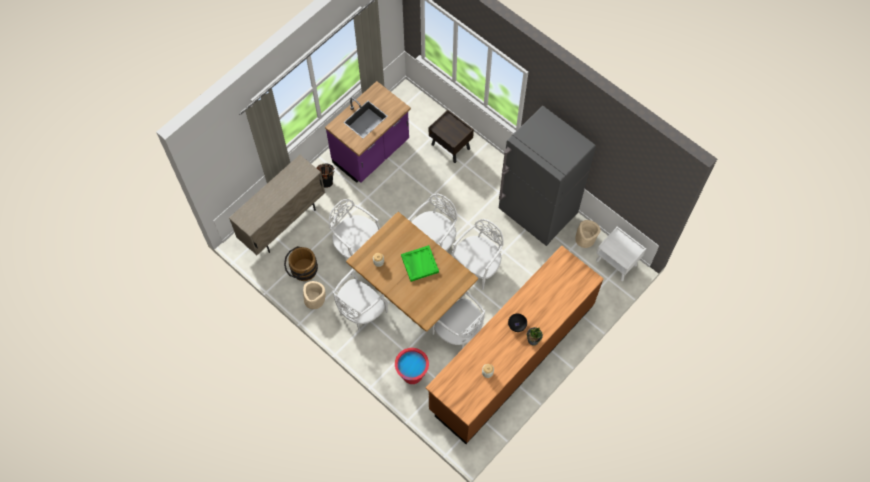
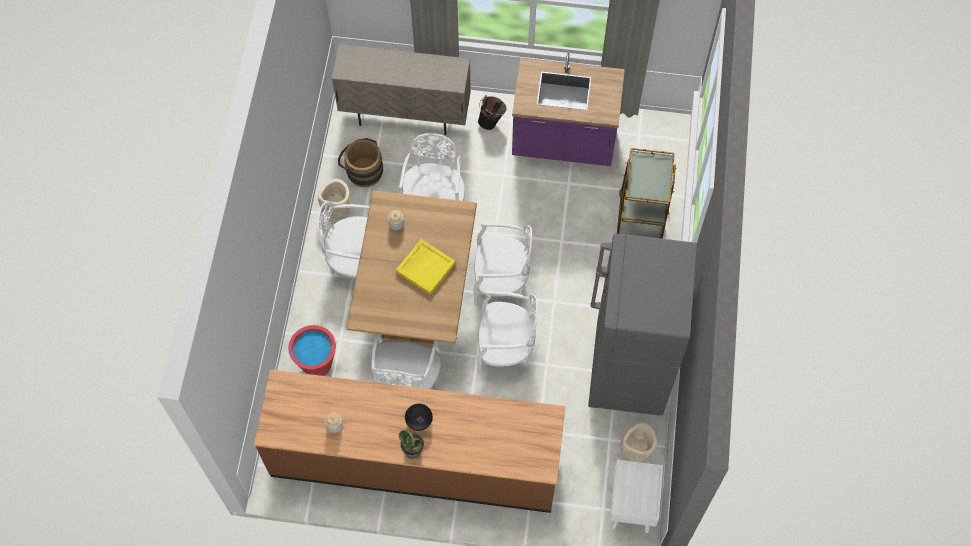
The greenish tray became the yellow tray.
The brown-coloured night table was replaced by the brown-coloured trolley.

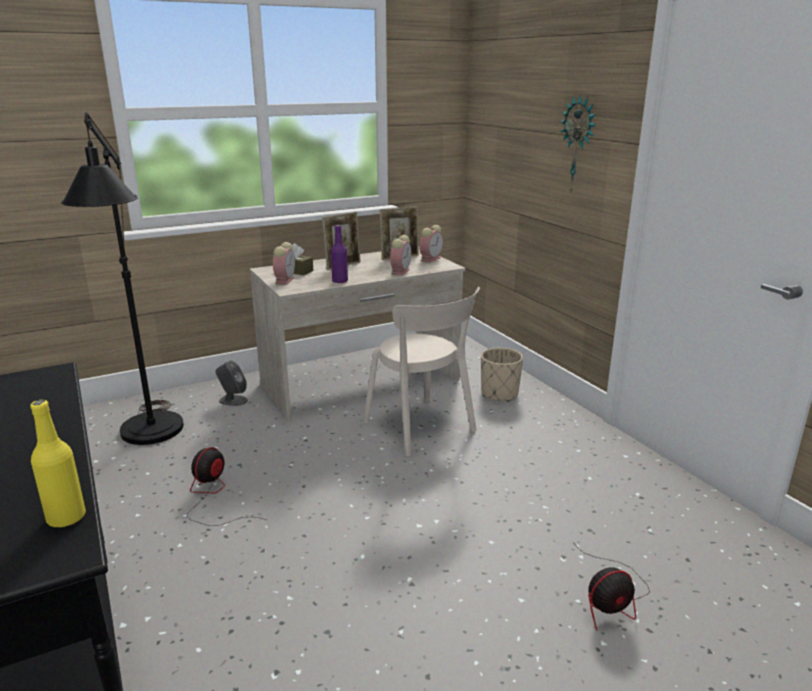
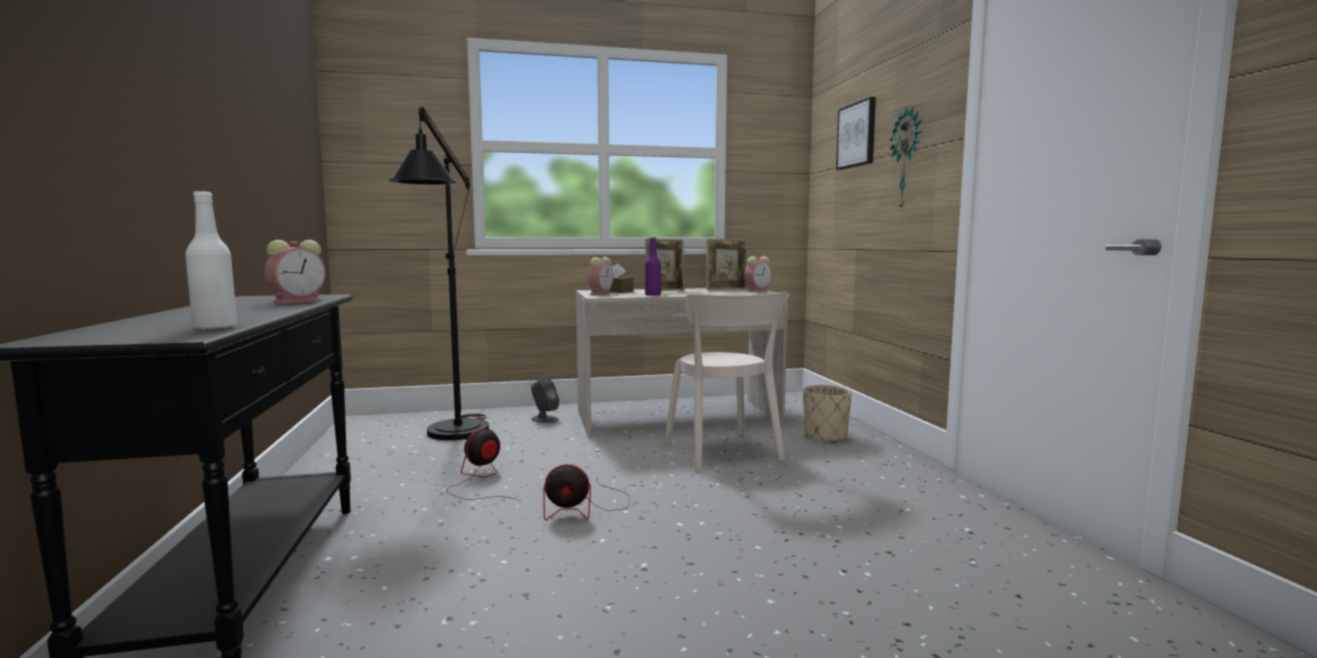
The yellow beverage bottle became the whitish beverage bottle.
The alarm clock (no. 2 from left in the first image) moved.
The electric fan (no. 2 from left) moved.
The wall art appeared.

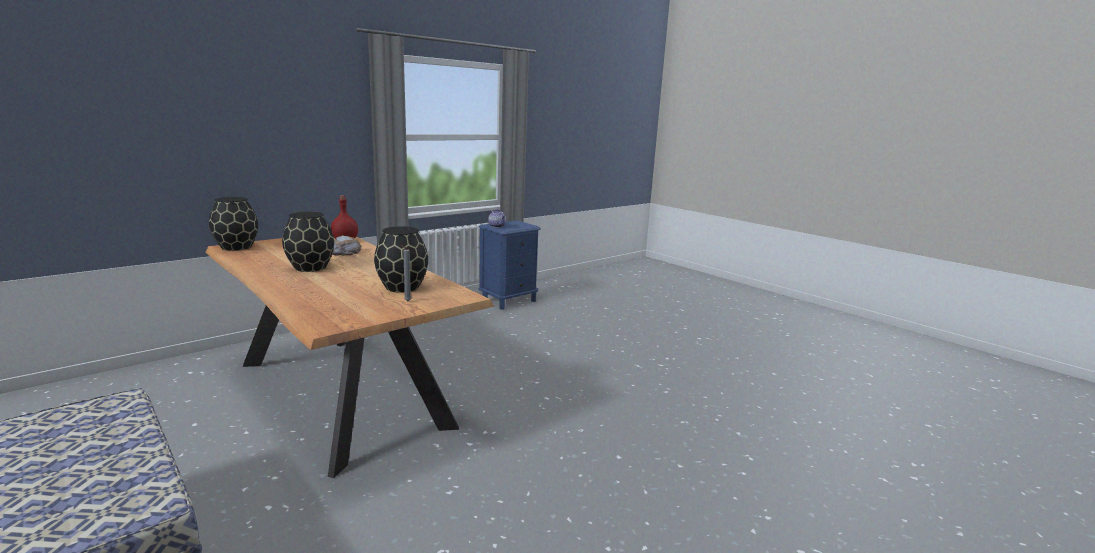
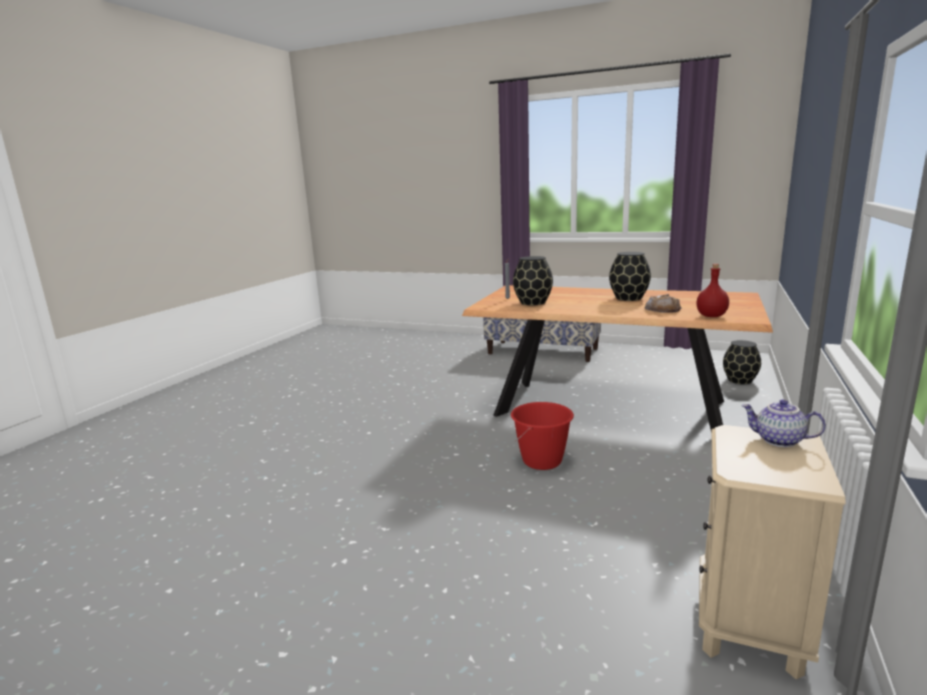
The red water bucket appeared.
The bluish night table became the beige night table.
The black vase (no. 1 from left in the first image) moved.

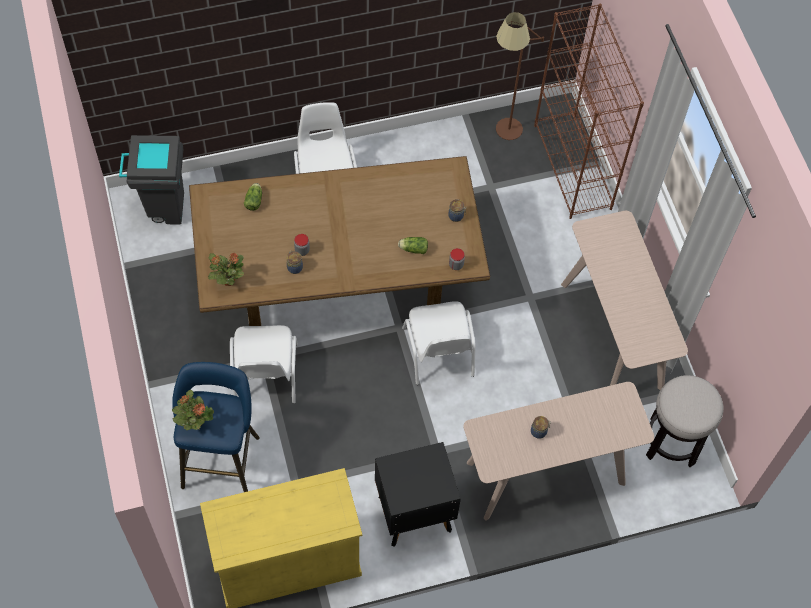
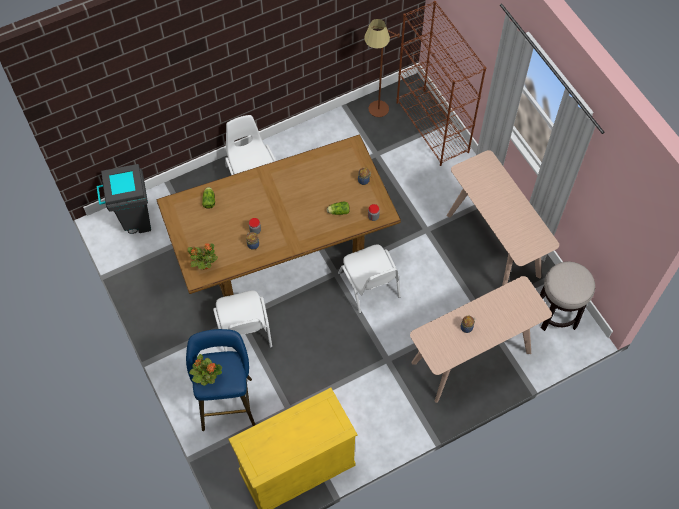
The black night table disappeared.

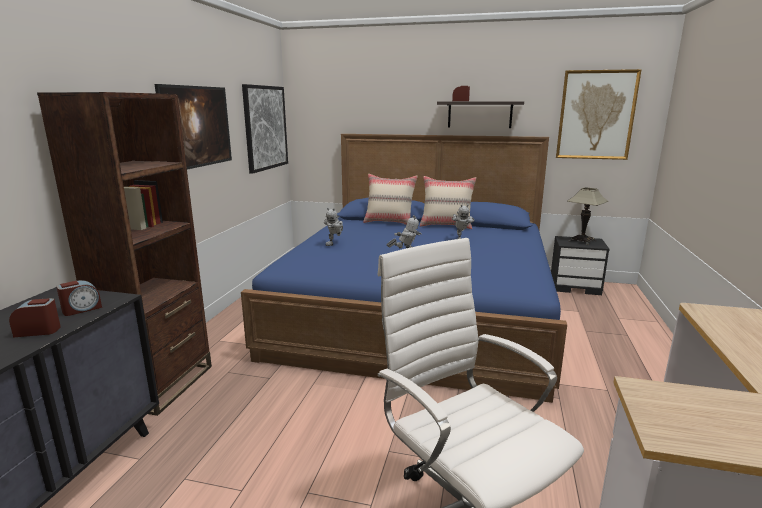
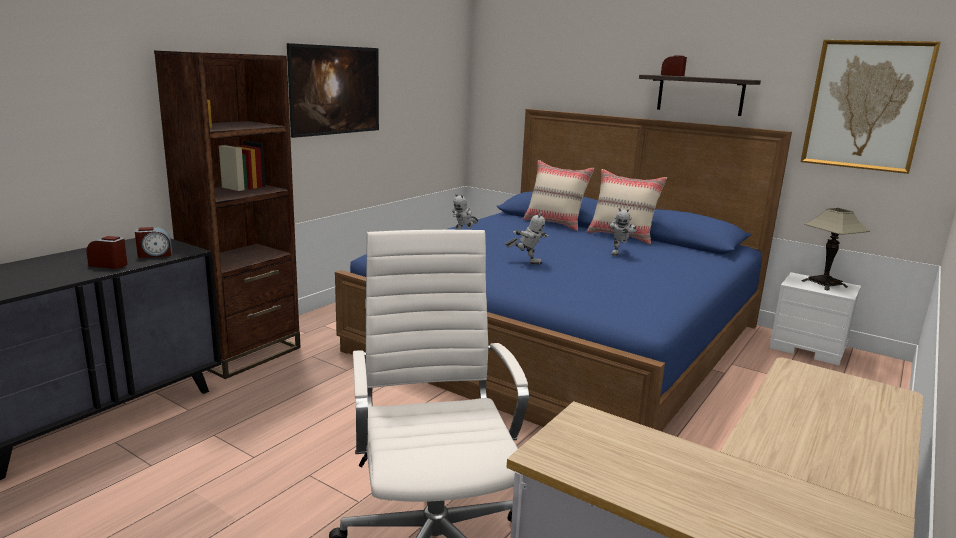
The black night table became the whitish night table.
The wall art (no. 2 from left) disappeared.

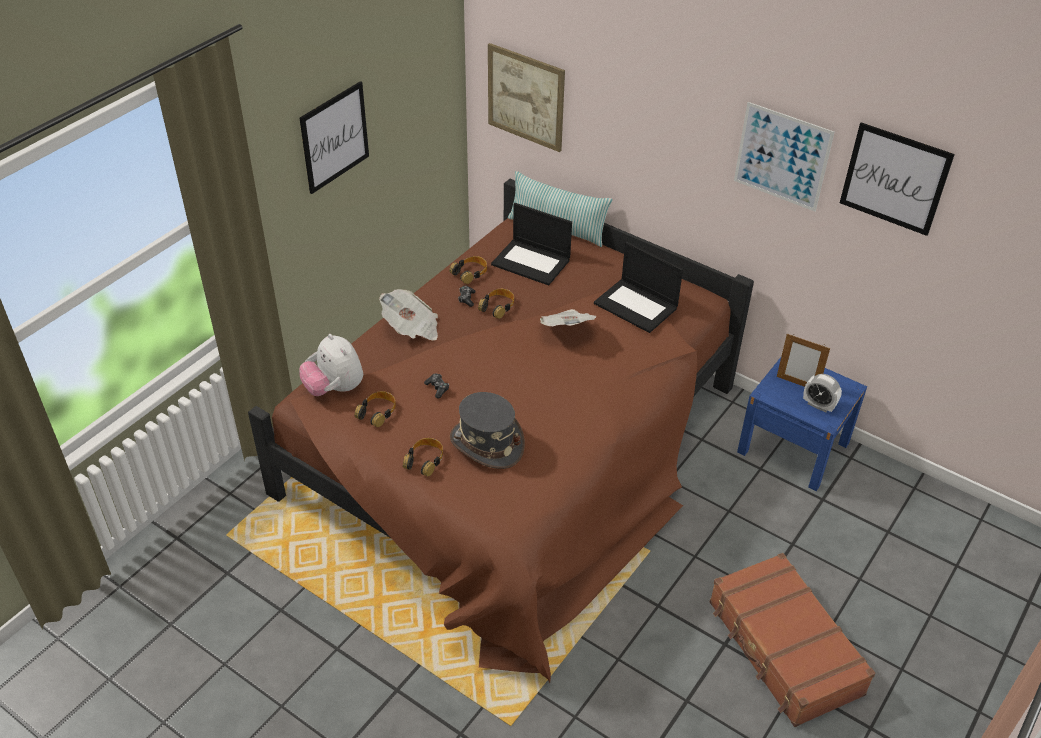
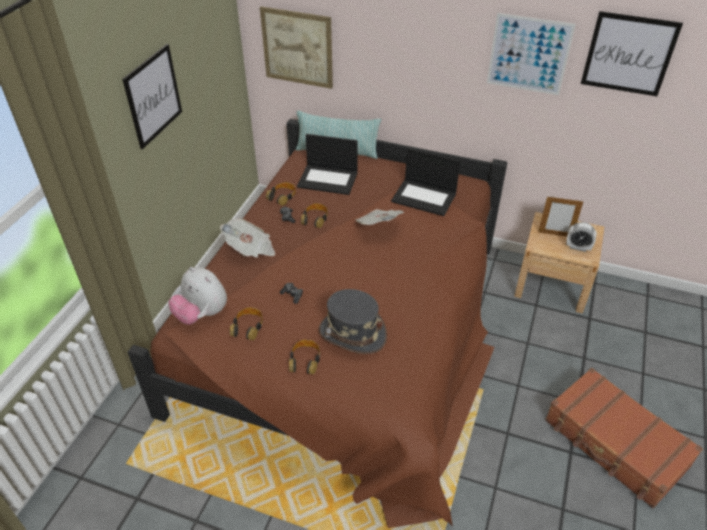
The bluish night table became the beige night table.

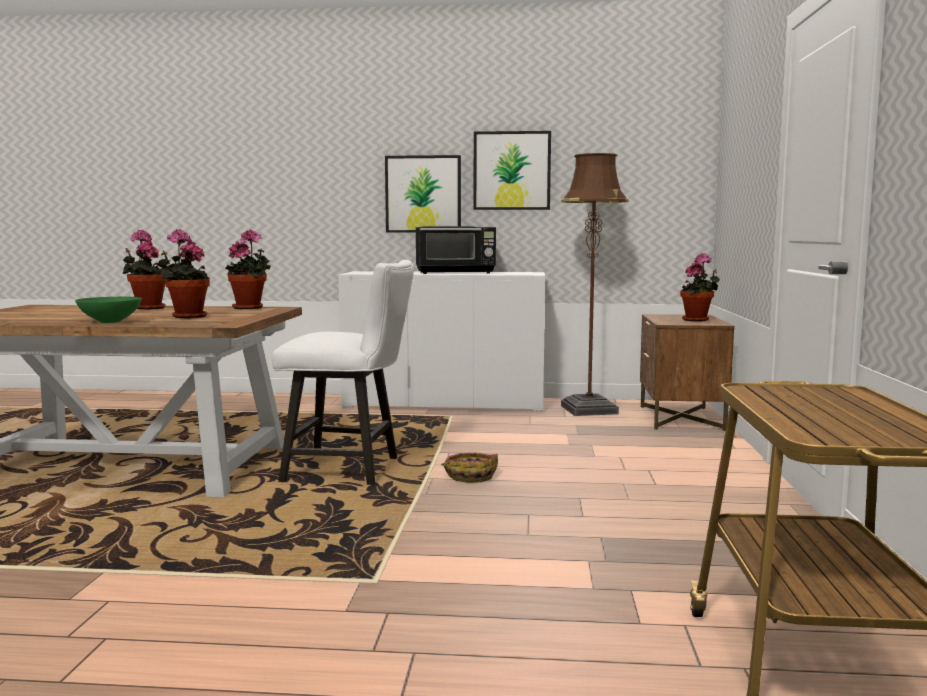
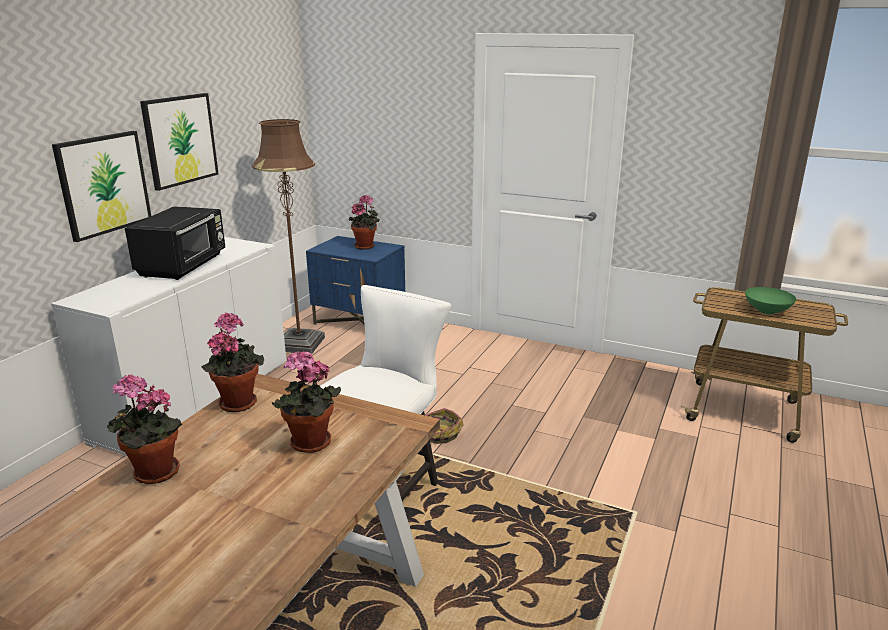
The brown-coloured night table became the bluish night table.
The greenish deep dish moved.

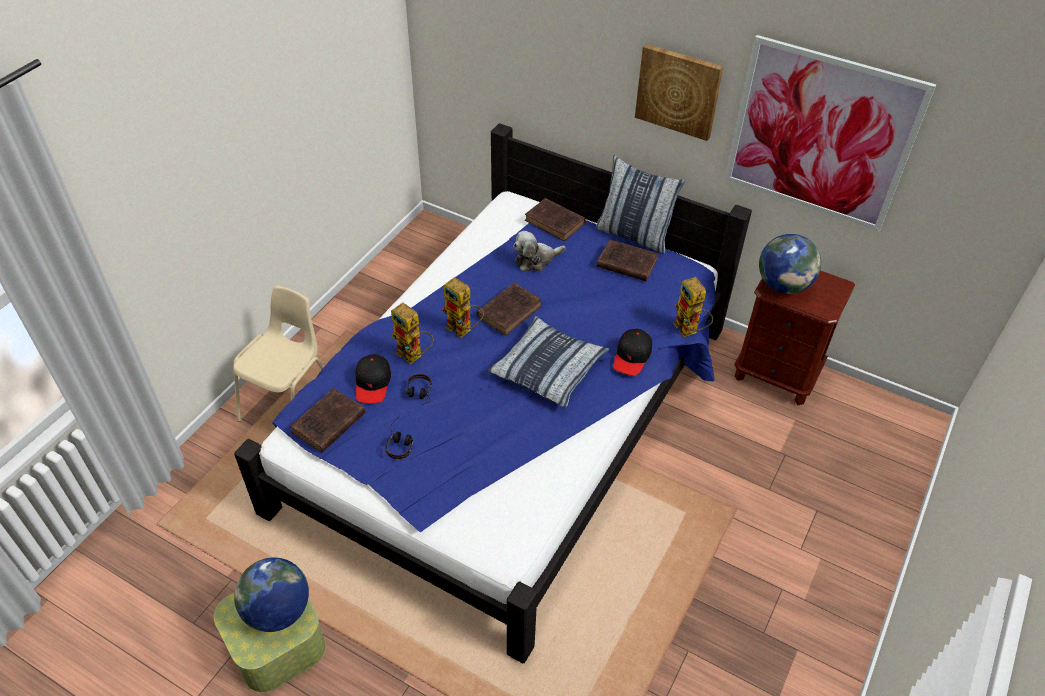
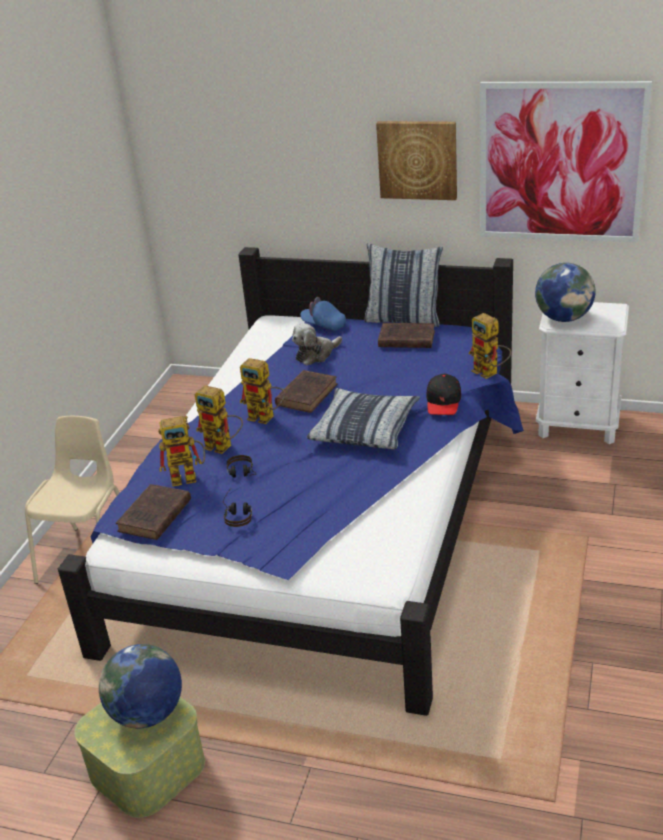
The black cap (no. 1 from left) was replaced by the robot figure (no. 1 from left).
The brown-coloured book (no. 3 from left) was replaced by the bluish cap.
The brown-coloured night table became the whitish night table.

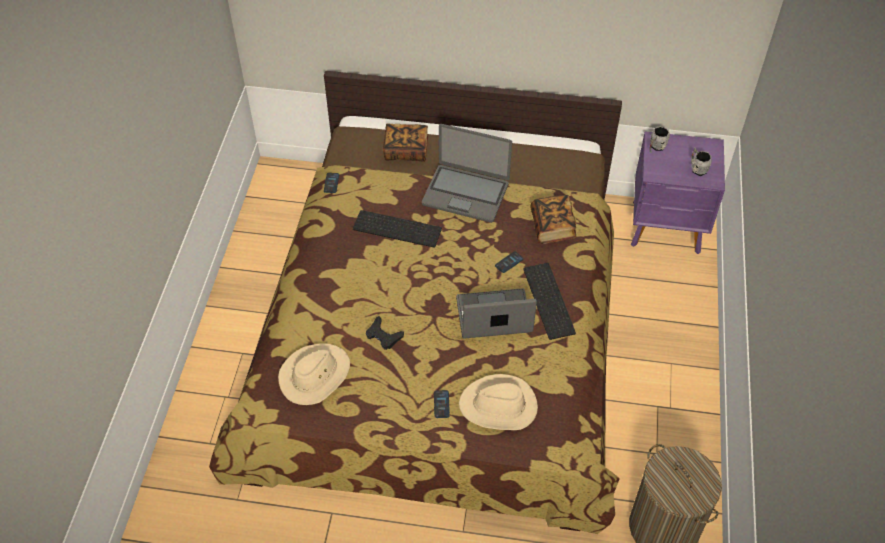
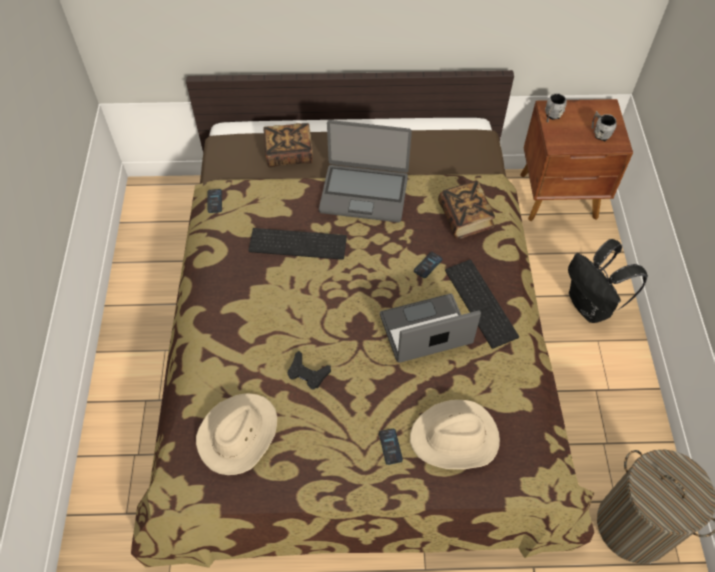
The purplish night table became the brown-coloured night table.
The black knapsack appeared.

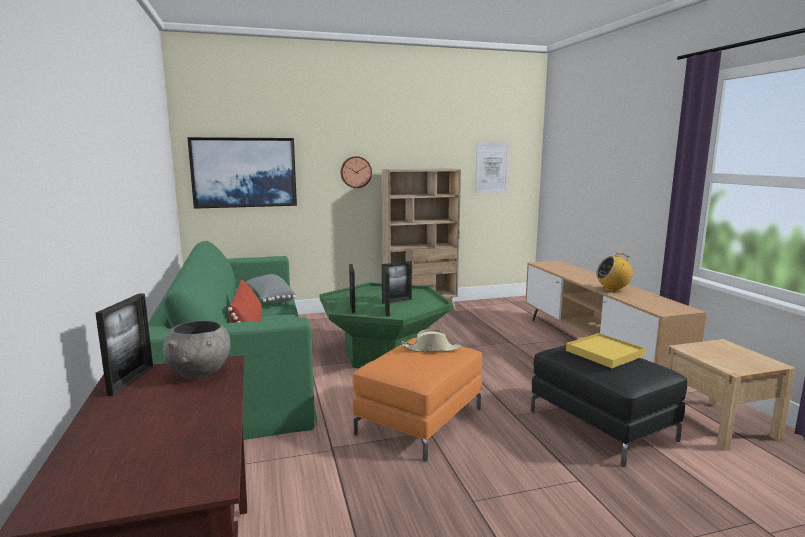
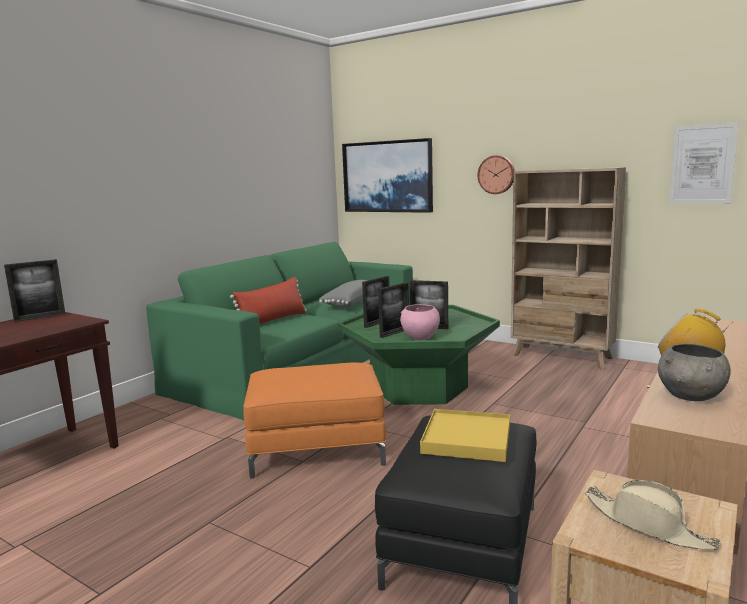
The pink deep dish appeared.
The beige wearable hat moved.
The grey deep dish moved.

